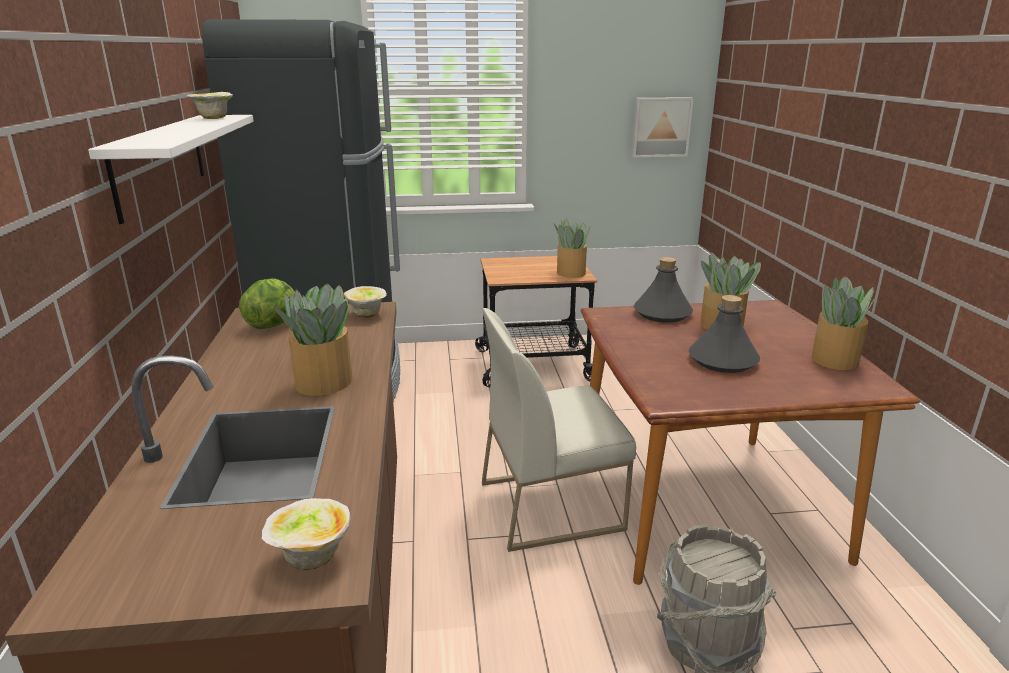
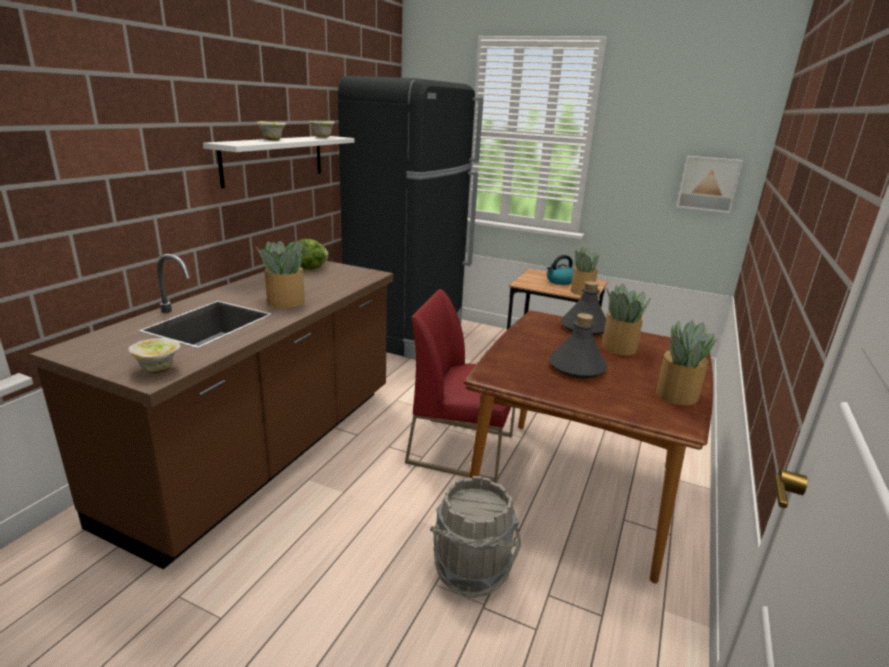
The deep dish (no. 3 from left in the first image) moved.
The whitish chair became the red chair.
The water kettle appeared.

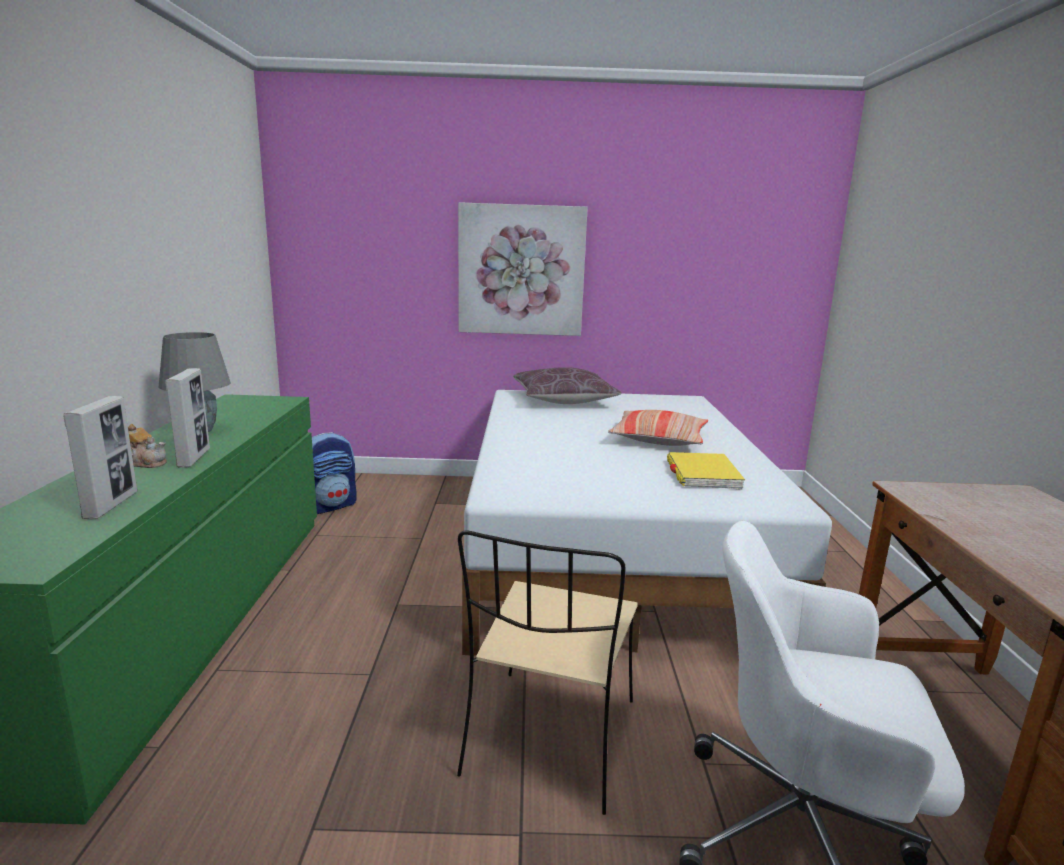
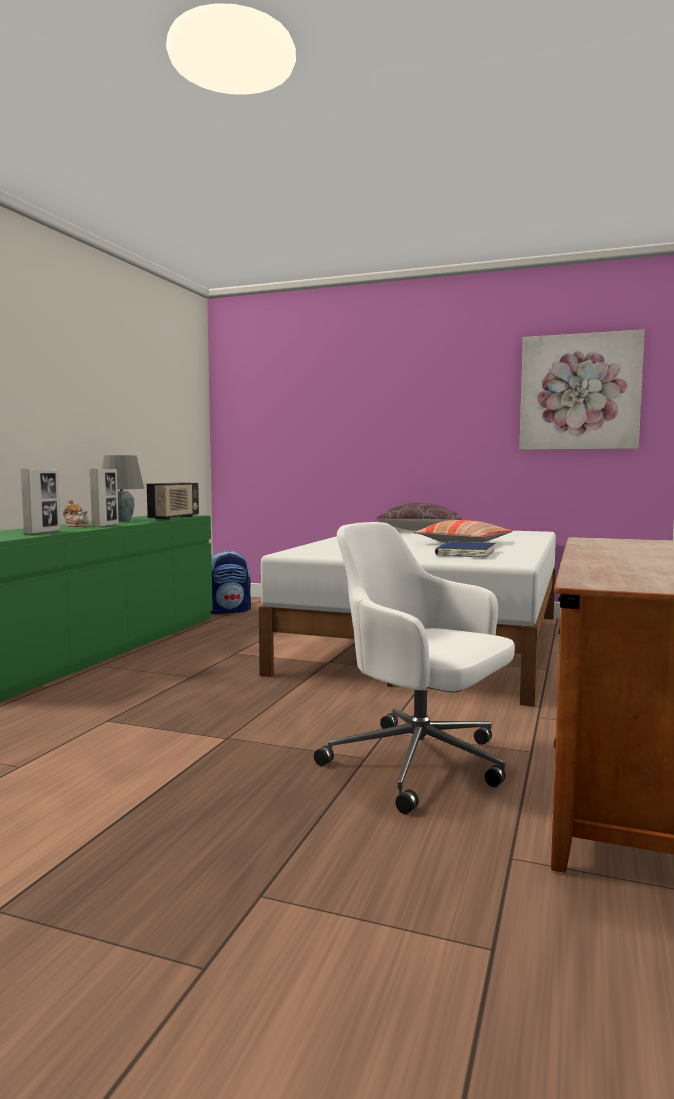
The radio set appeared.
The yellow book became the bluish book.
The wall art moved.
The beige chair disappeared.

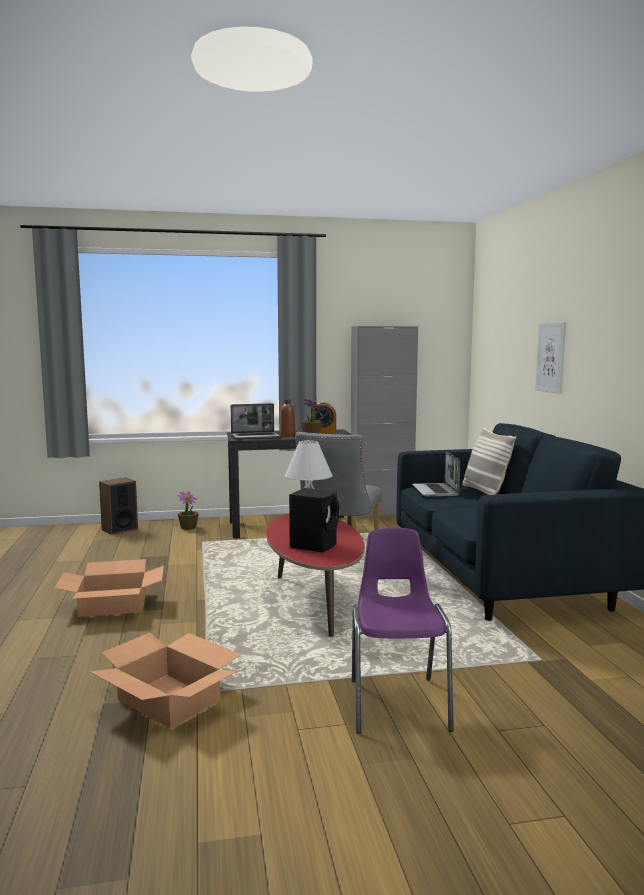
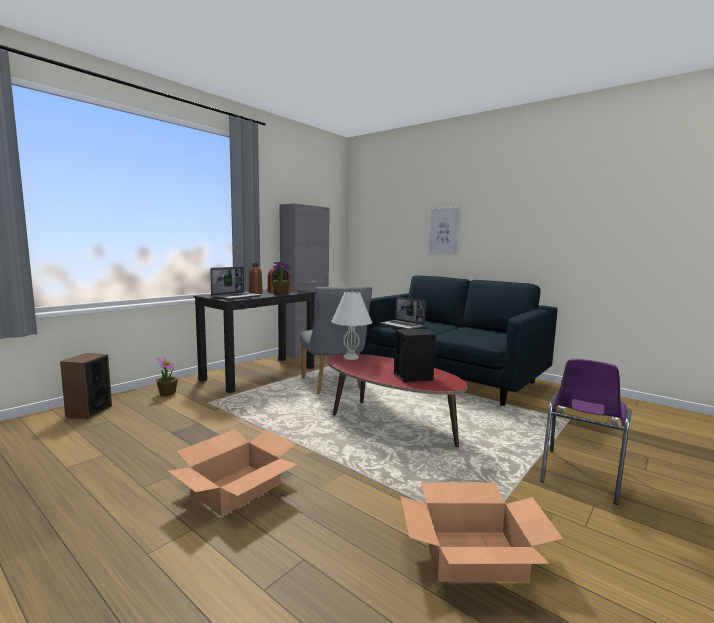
The purplish chair turned 105 degrees counterclockwise.
The throw pillow disappeared.

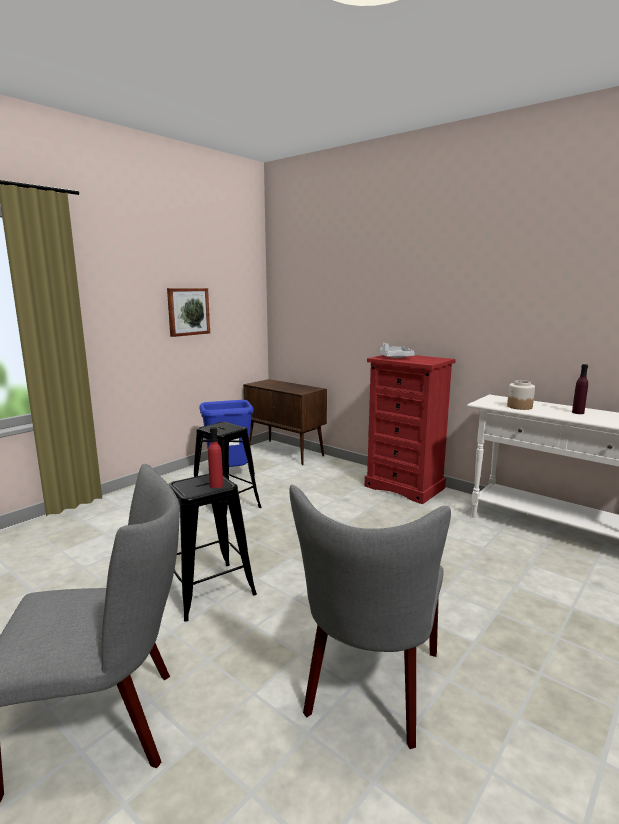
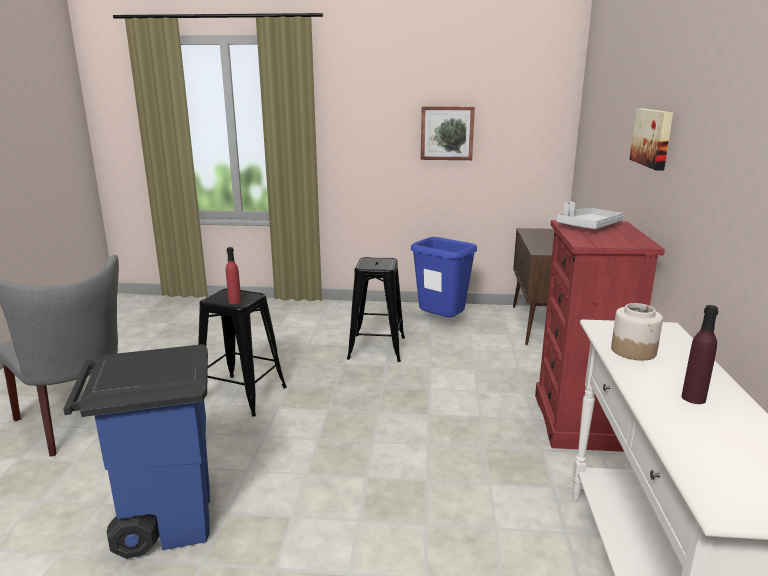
The grey chair (no. 2 from left) was replaced by the bluish trash can (no. 1 from left).
The wall art (no. 2 from left) appeared.

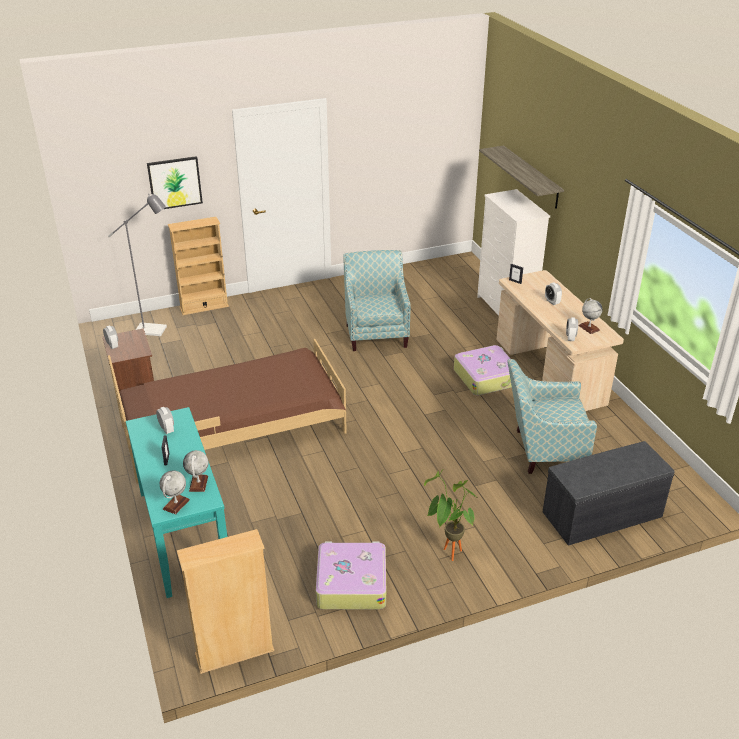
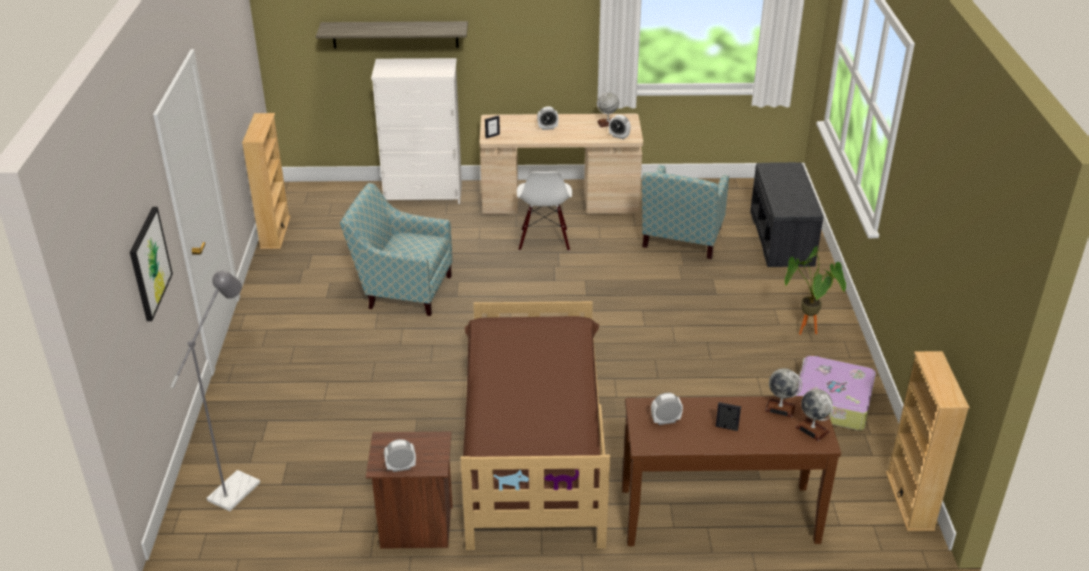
The beige shelving unit (no. 1 from left) moved.
The suitcase (no. 2 from left) was replaced by the whitish chair.
The turquoise hall table became the brown-coloured hall table.

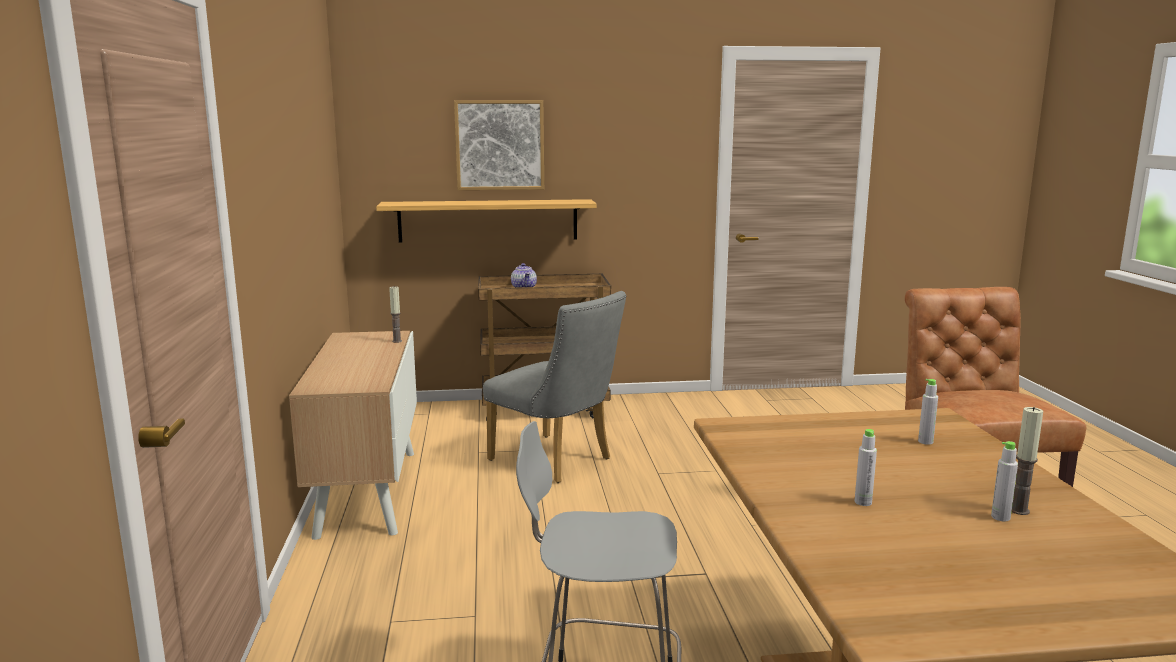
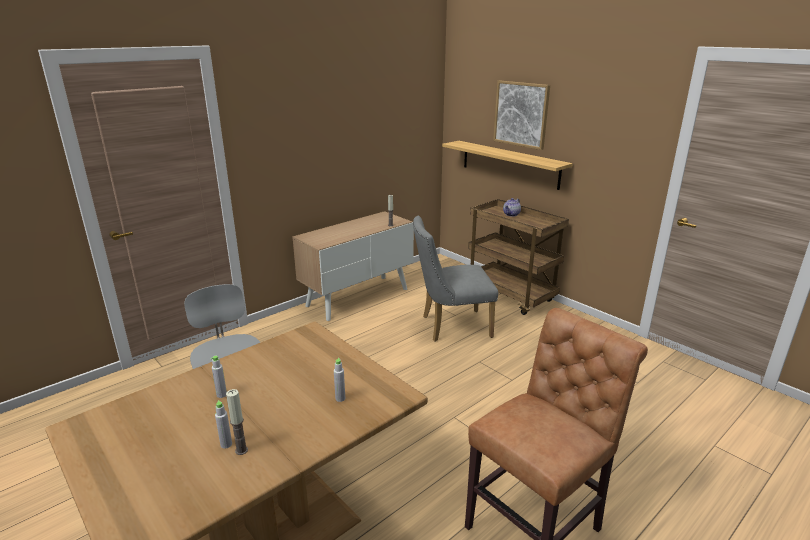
The grey chair turned 75 degrees clockwise.

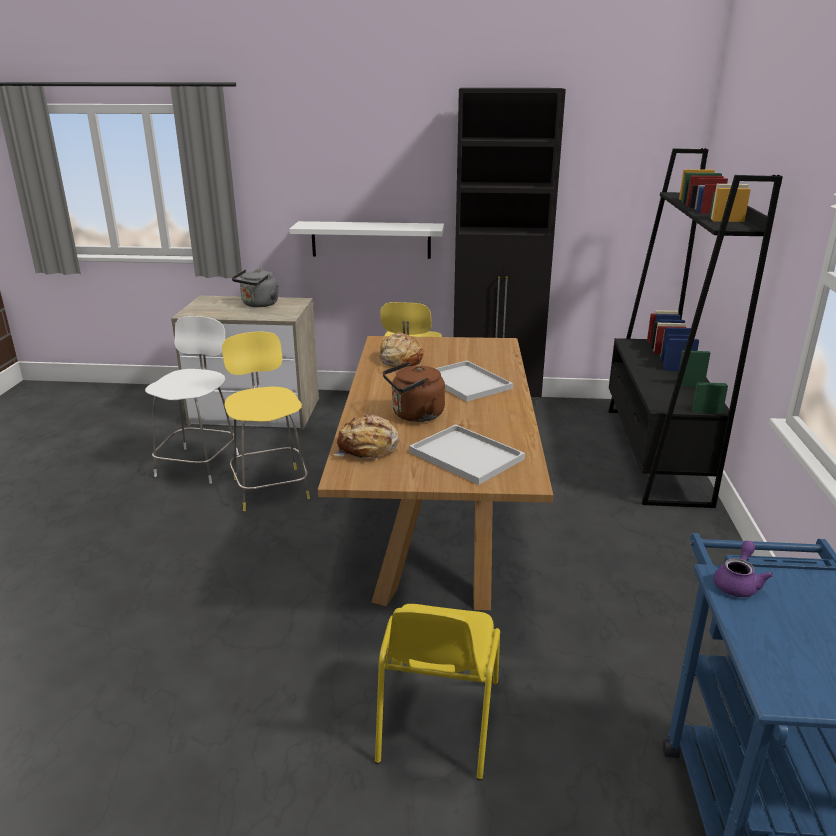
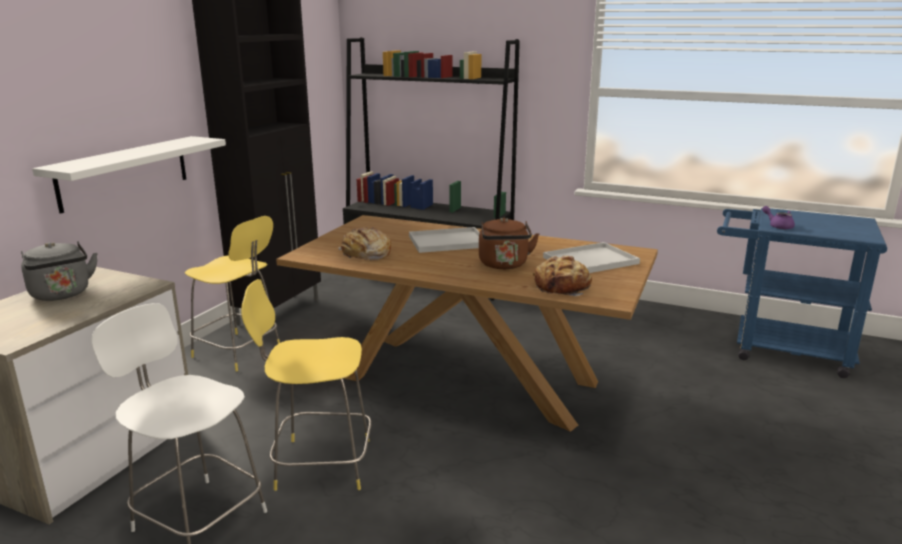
The yellow chair disappeared.

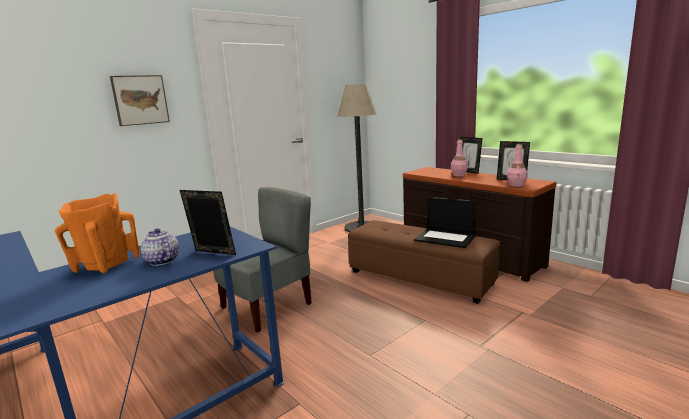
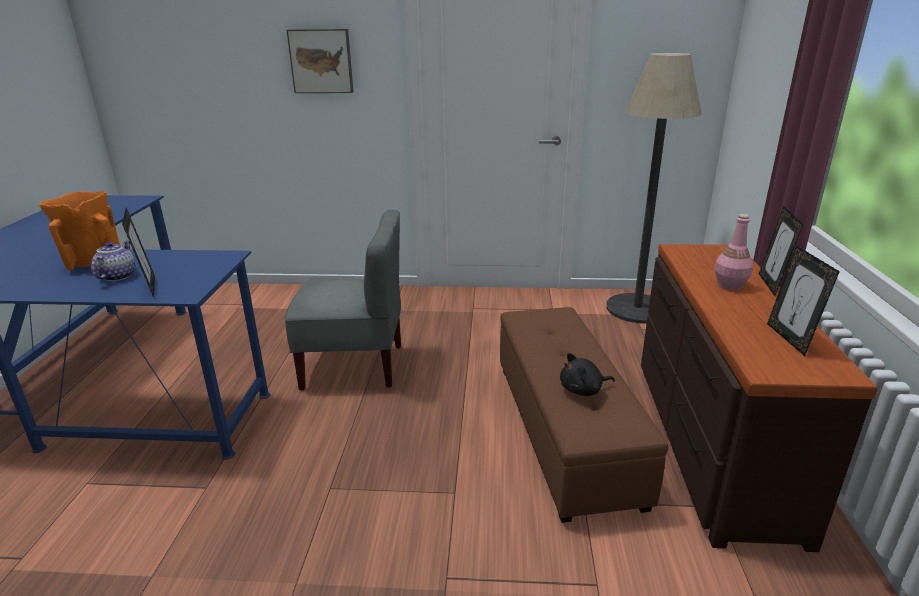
The notebook computer was replaced by the black cuddly toy.
The pink beverage bottle (no. 2 from left) disappeared.

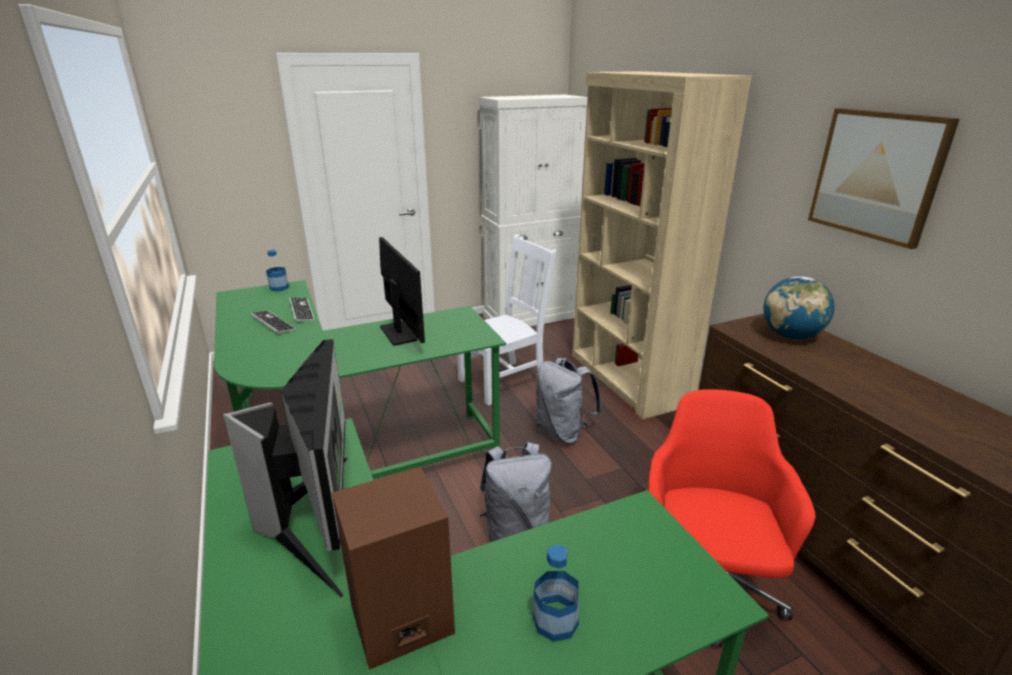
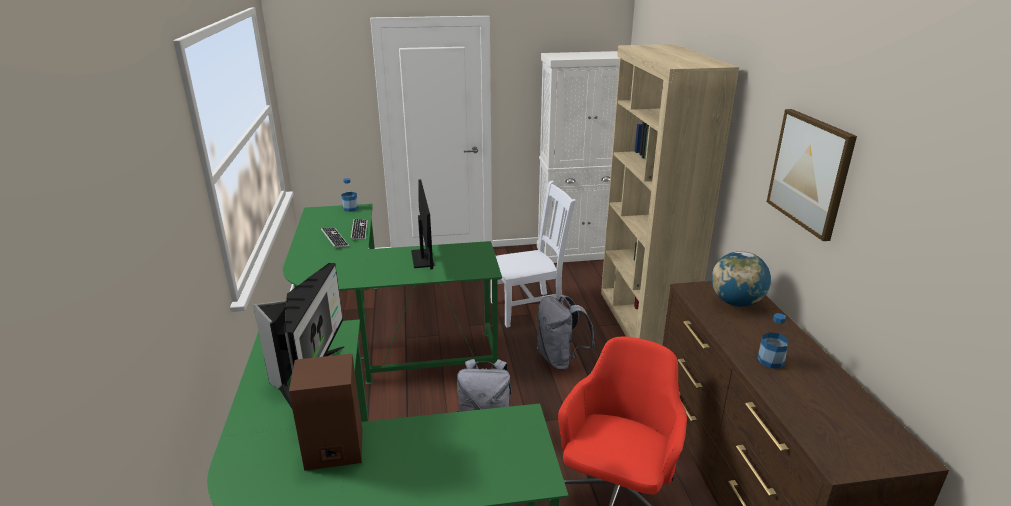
The beverage bottle (no. 2 from left) moved.

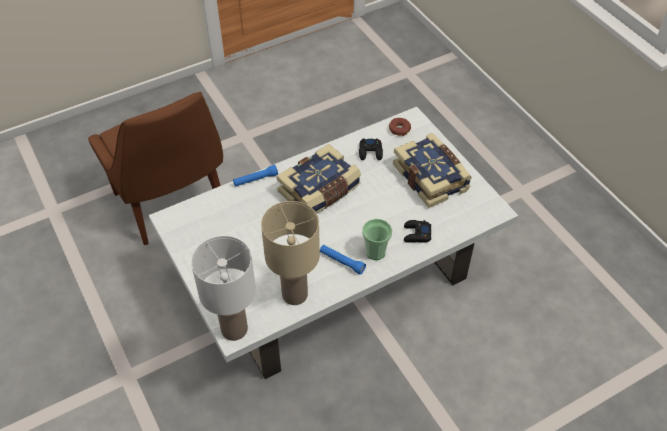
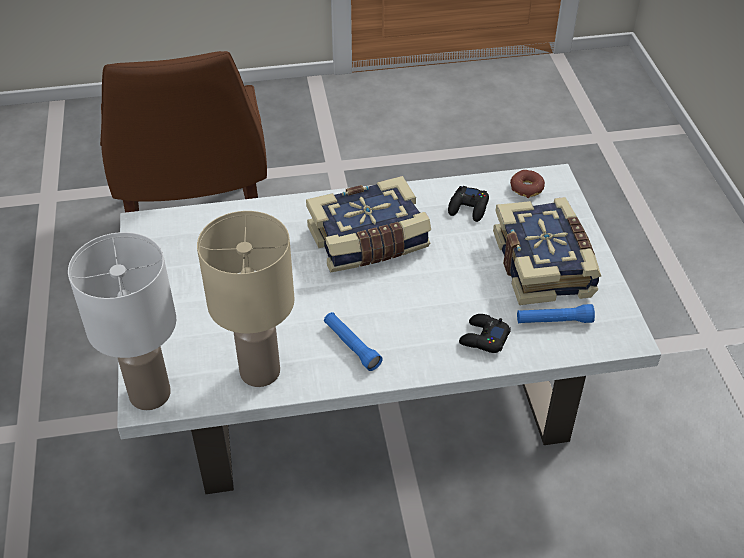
The bluish flashlight (no. 1 from left in the first image) moved.
The small cup disappeared.

